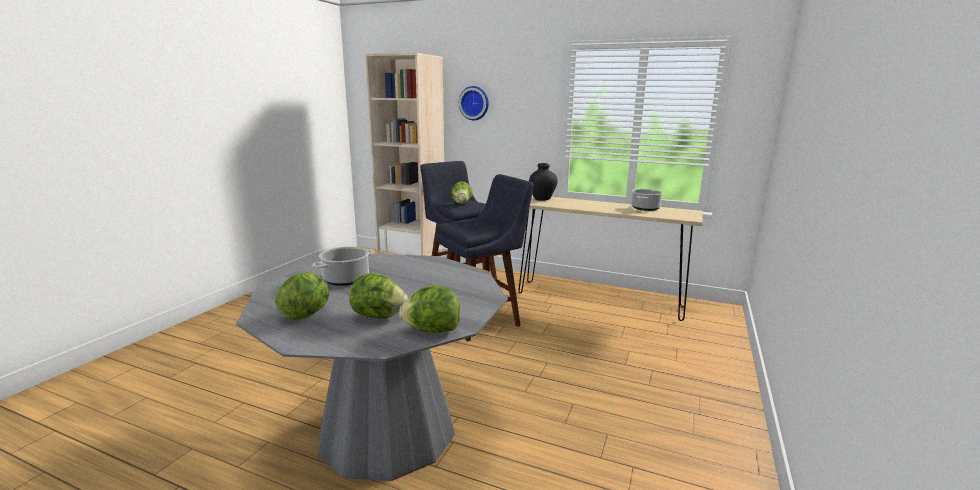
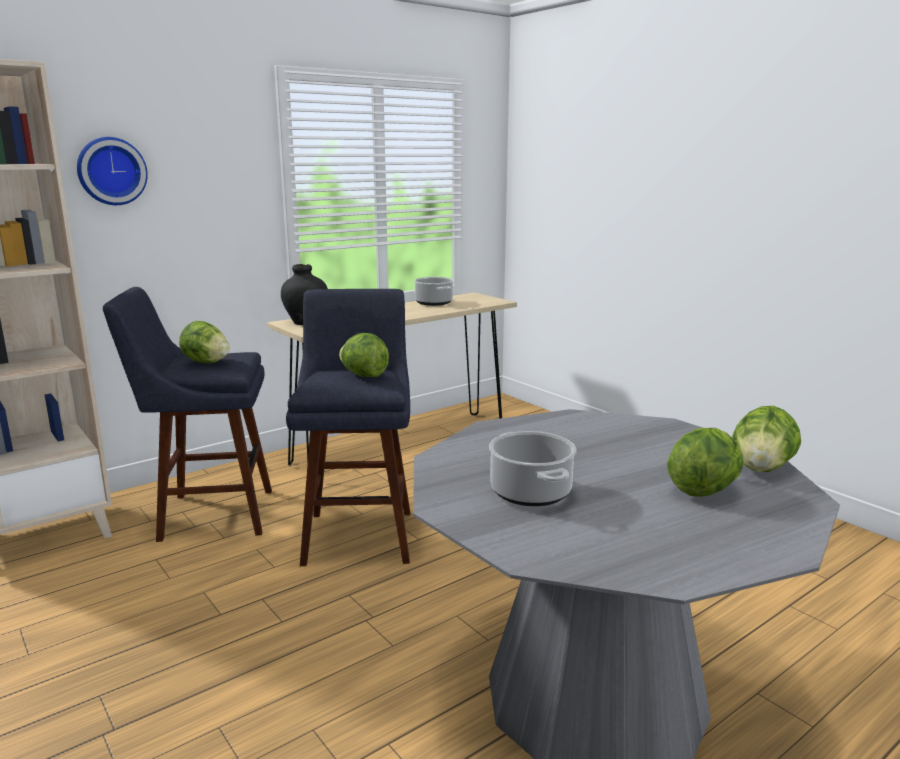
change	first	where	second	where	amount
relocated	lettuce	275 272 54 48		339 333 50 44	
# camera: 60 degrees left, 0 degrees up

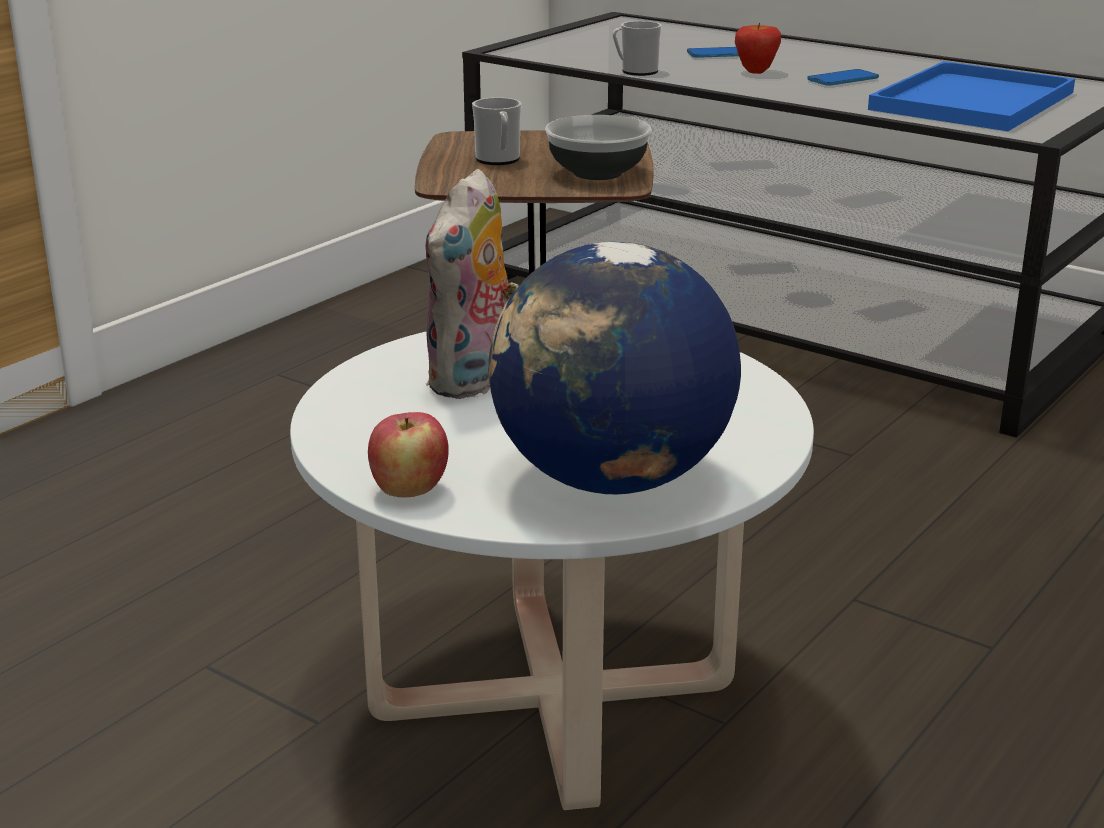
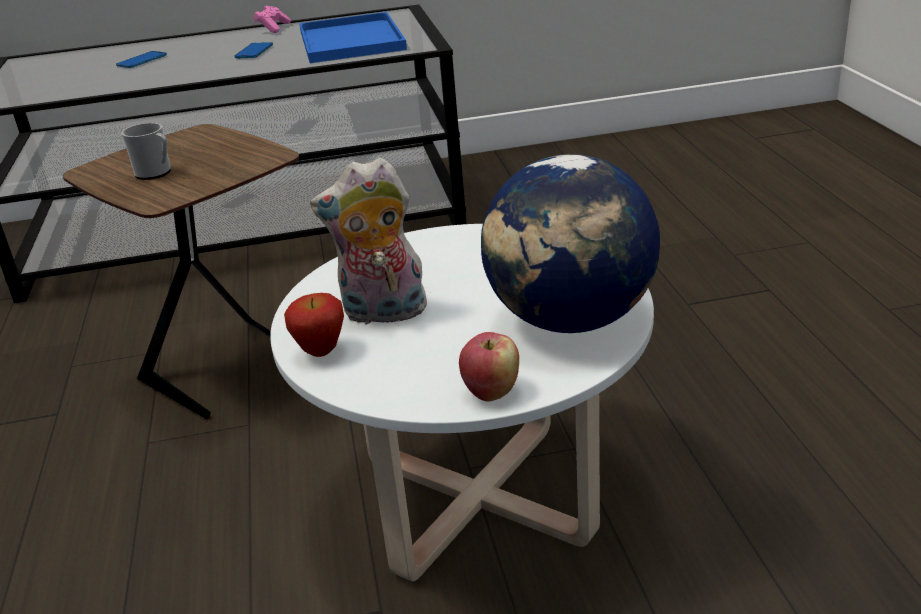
change	first	where	second	where	amount
spun	plush toy	425 169 94 230		310 157 118 169	105 degrees clockwise
missing	bowl	545 115 107 65			
missing	mug	612 21 50 55			
relocated	apple	735 22 46 52		284 293 60 64	
appeared			pink game controller	254 6 37 27	
# camera: 45 degrees left, 5 degrees up

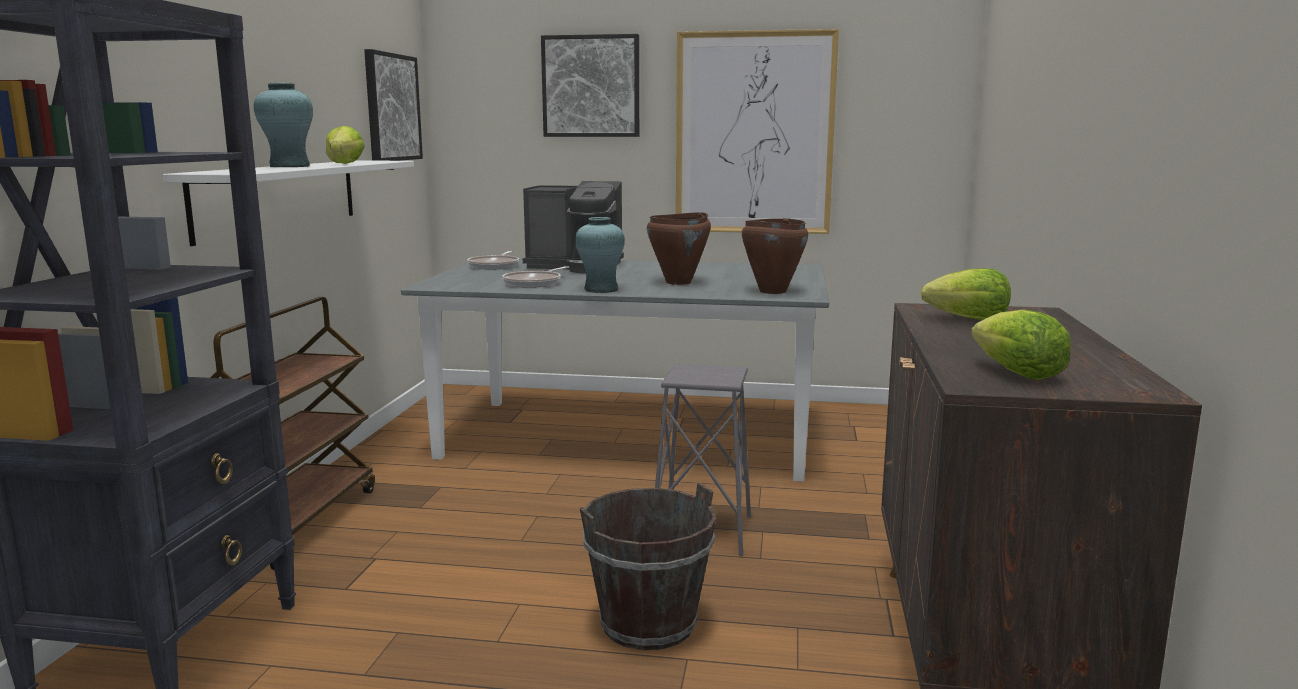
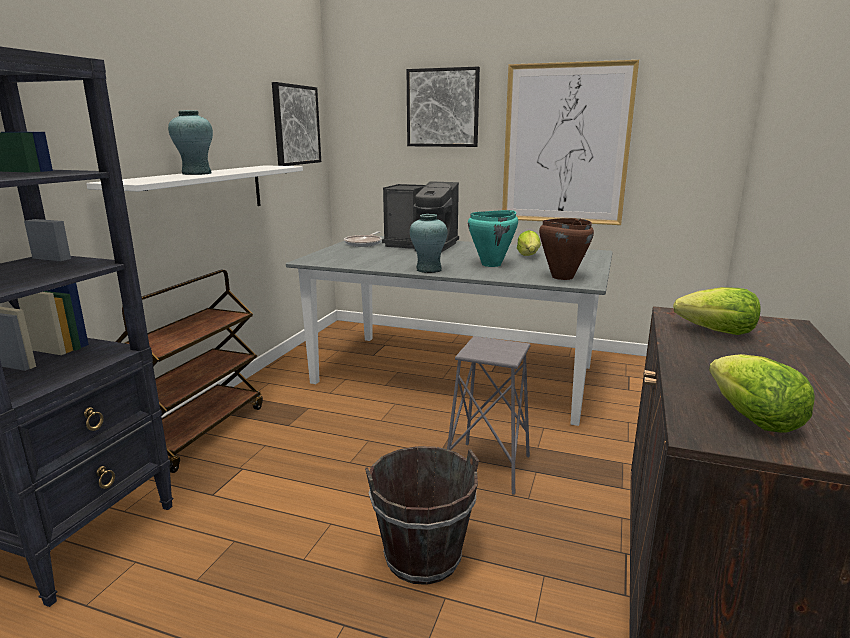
change	first	where	second	where	amount
relocated	lettuce	326 126 39 38		517 230 24 26	
missing	frying pan	502 266 67 22			
colour	brown cooking pot	647 212 64 73	turquoise cooking pot	468 210 50 57	
# camera: 10 degrees right, 5 degrees up

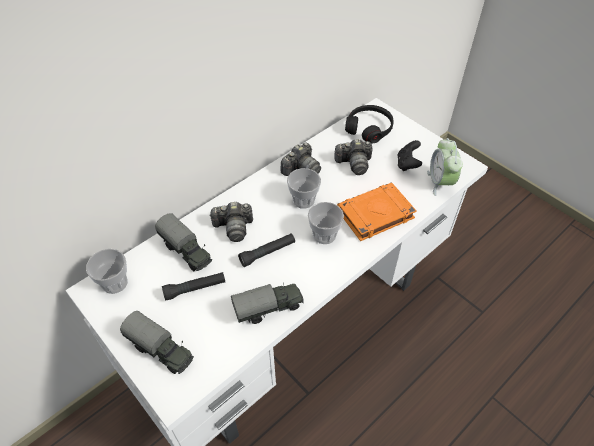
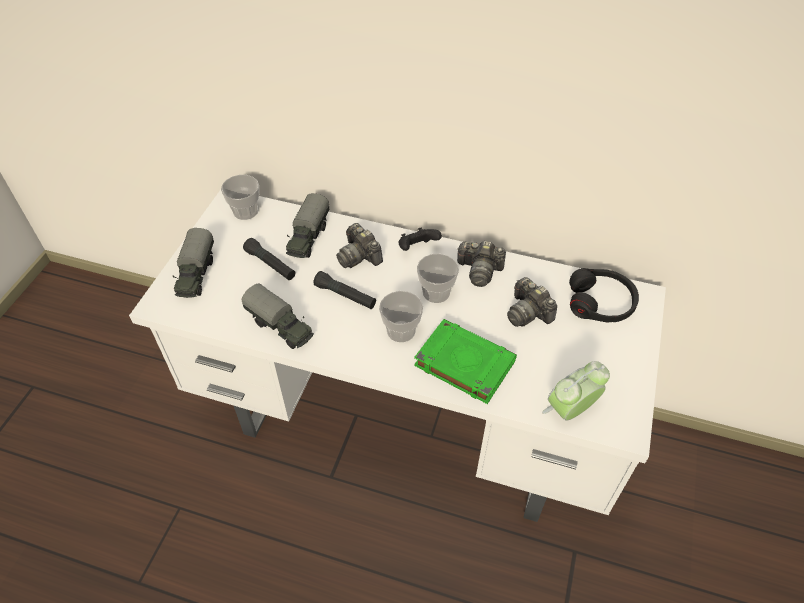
change	first	where	second	where	amount
colour	orange book	337 182 79 59	green book	414 319 103 85	
relocated	black game controller	397 140 25 31		399 227 43 24	
# camera: 60 degrees right, 0 degrees up

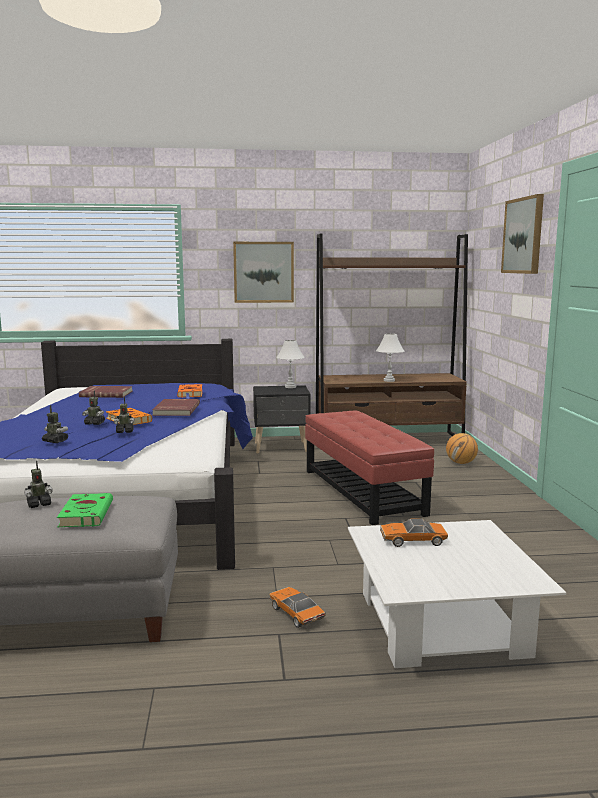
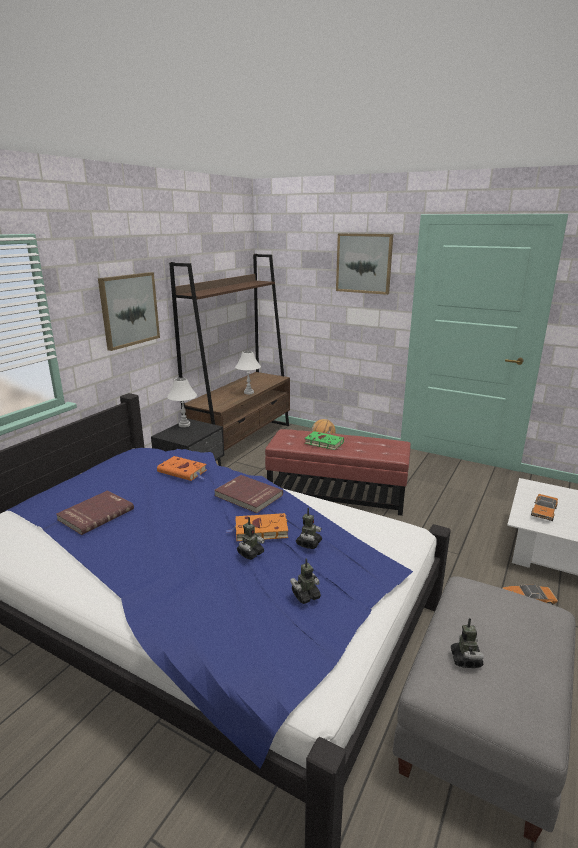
change	first	where	second	where	amount
relocated	green book	57 493 56 34		304 431 40 19	
# camera: 55 degrees left, 10 degrees up

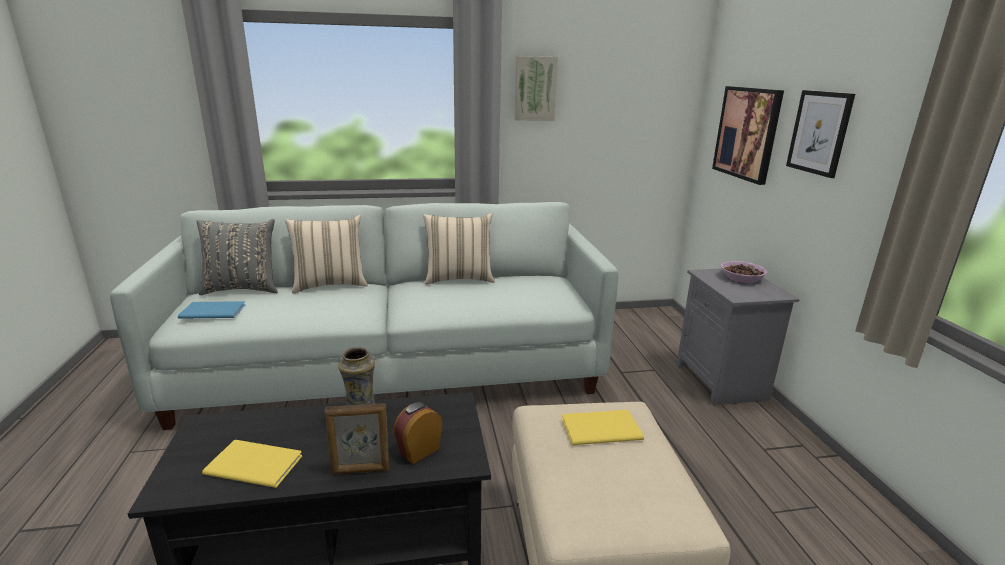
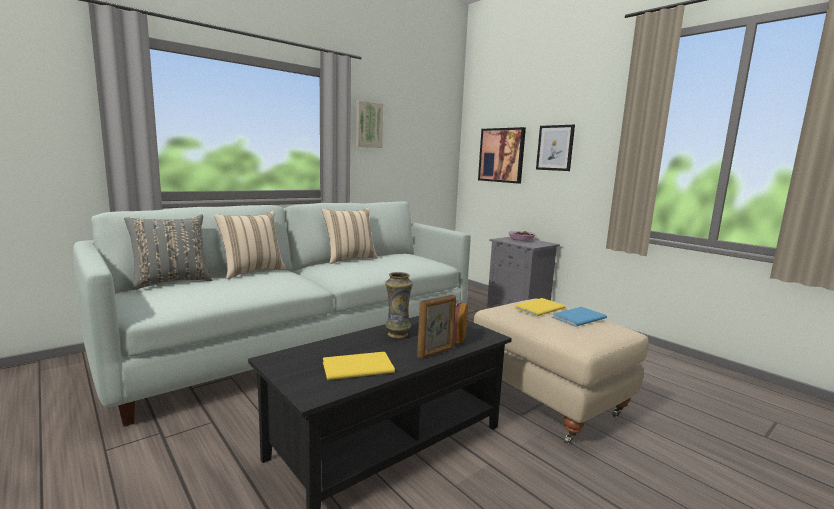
change	first	where	second	where	amount
relocated	blue book	178 301 67 18		552 307 55 20	
# camera: 30 degrees left, 10 degrees down

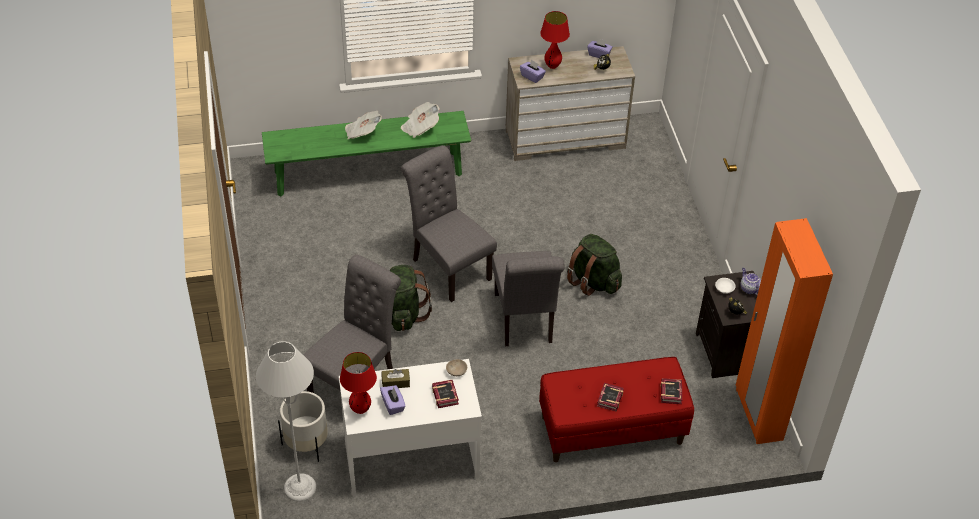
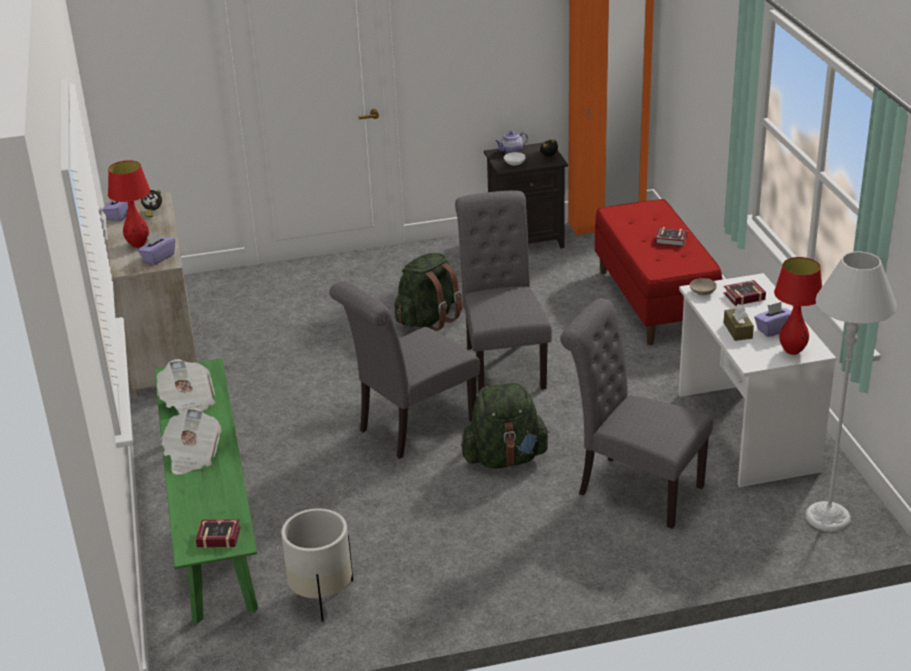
change	first	where	second	where	amount
relocated	white planter	278 391 50 71		281 509 72 113	
spun	grey chair	492 251 73 95		455 191 96 202	90 degrees counterclockwise
relocated	book	660 378 22 26		196 519 44 29	
# camera: 90 degrees left, 15 degrees down

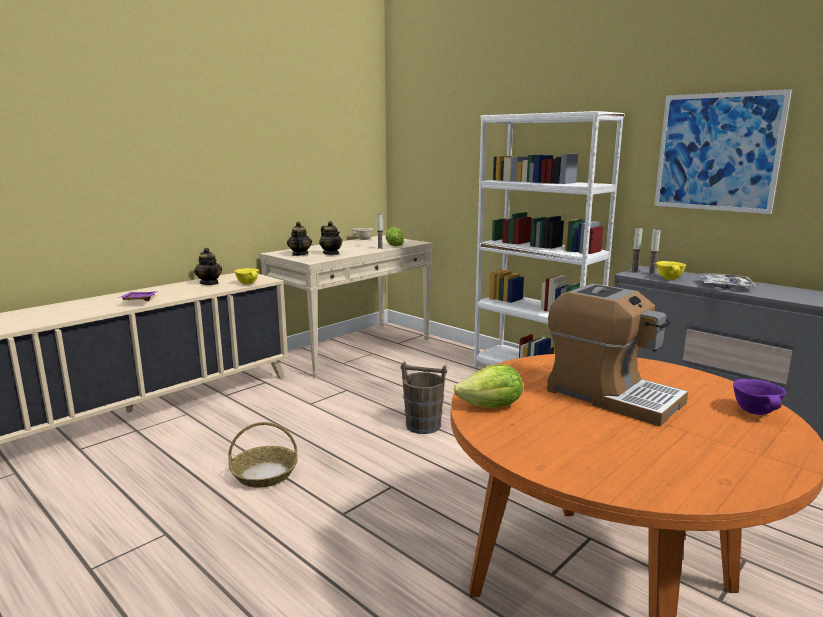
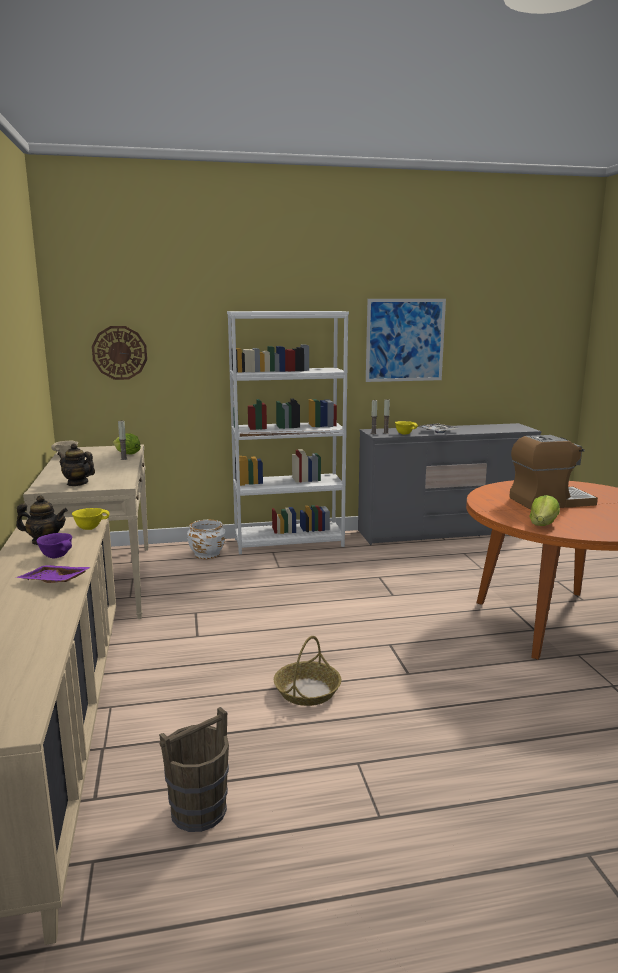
change	first	where	second	where	amount
missing	teapot	319 221 23 34			
relocated	brown bucket	401 362 46 72		159 707 70 125	
relocated	purple bowl	733 379 53 36		37 533 35 26	
appeared			wall clock	92 326 55 54	
appeared			white planter	187 520 39 39	
# camera: 55 degrees left, 0 degrees up

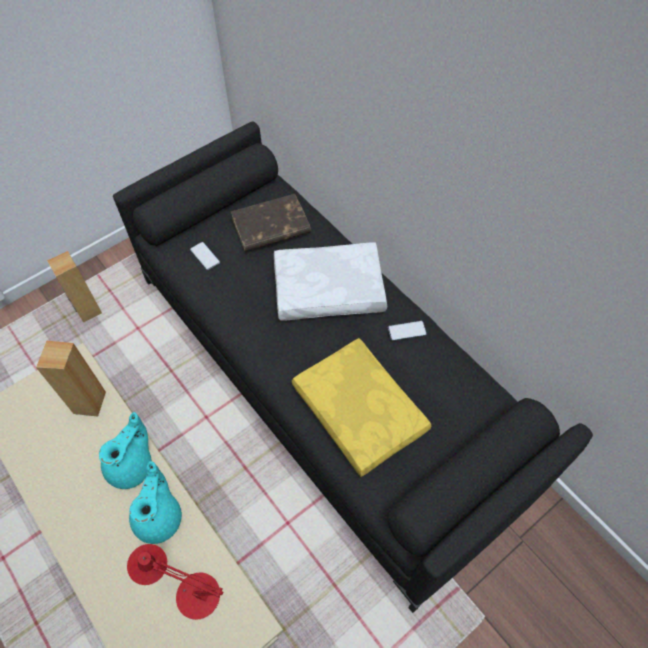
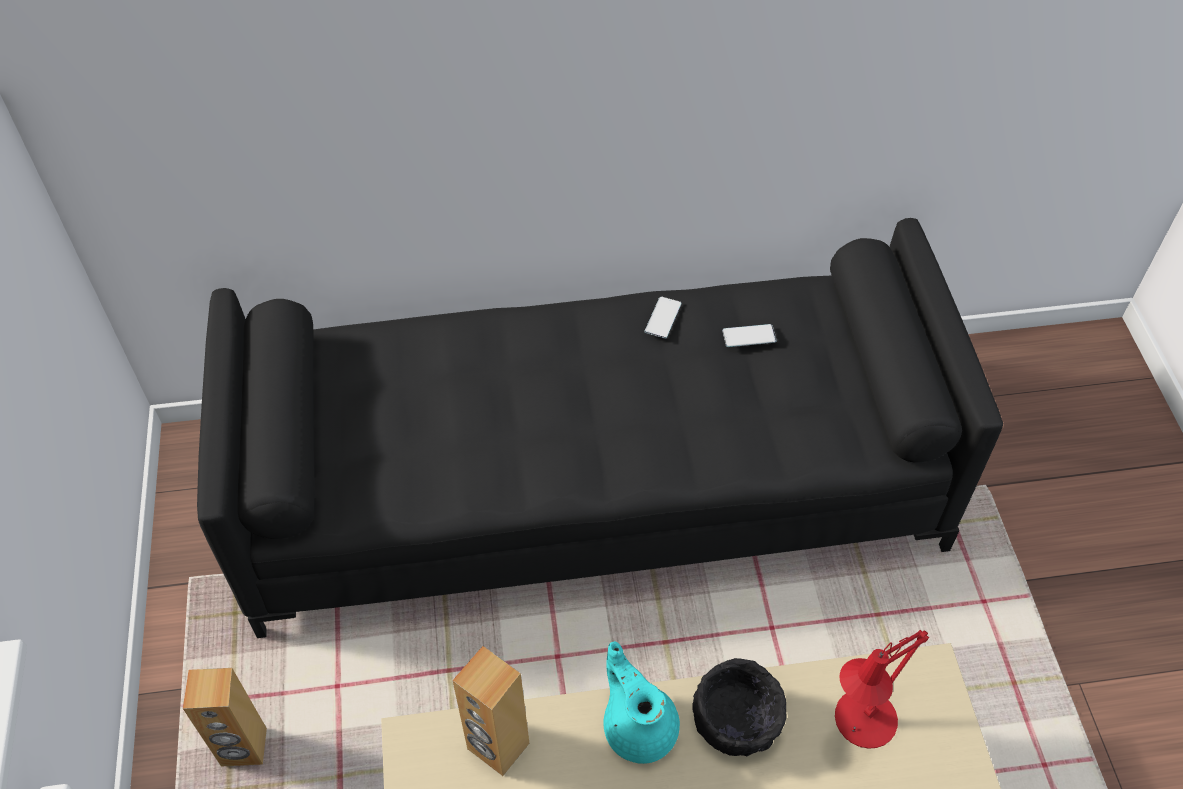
change	first	where	second	where	amount
exchanged	turquoise teapot	129 461 53 83	black bowl	692 658 95 98	
relocated	phone	190 242 30 28		722 324 55 23	
missing	brown book	231 194 80 57			
missing	white pillow	274 242 113 79			
missing	yellow pillow	292 338 140 139			
# camera: 60 degrees left, 5 degrees down

